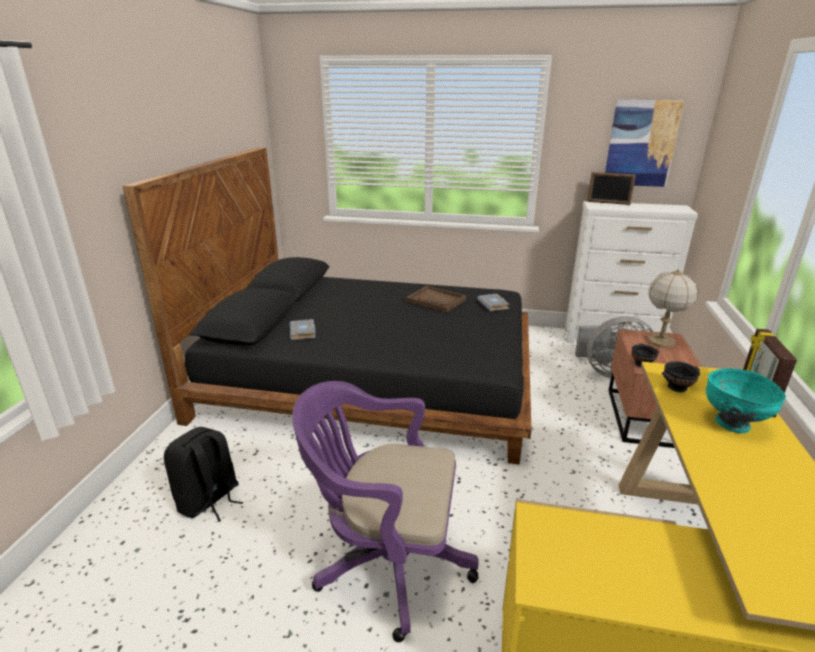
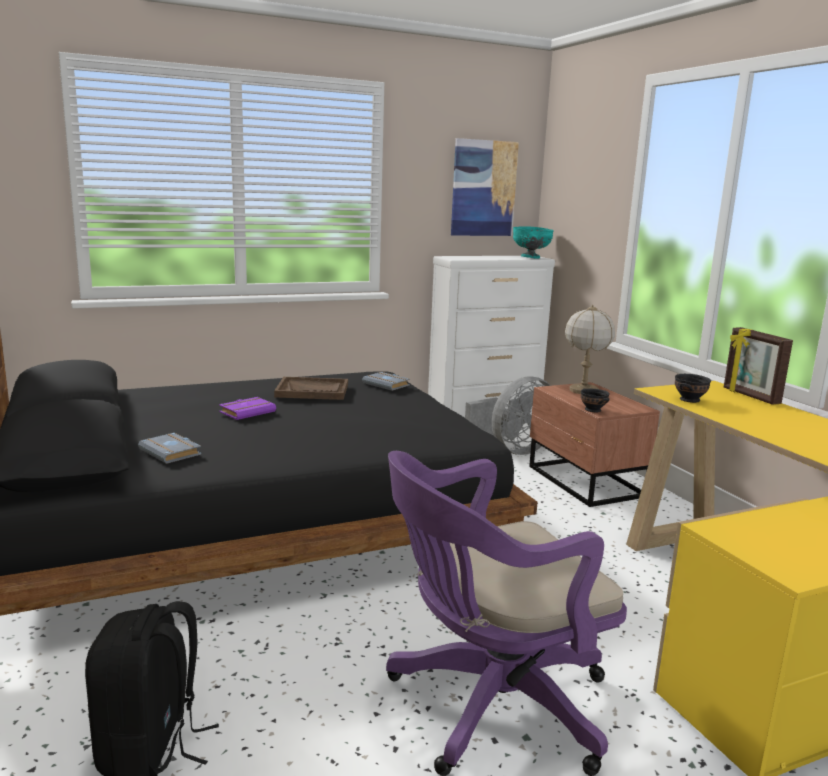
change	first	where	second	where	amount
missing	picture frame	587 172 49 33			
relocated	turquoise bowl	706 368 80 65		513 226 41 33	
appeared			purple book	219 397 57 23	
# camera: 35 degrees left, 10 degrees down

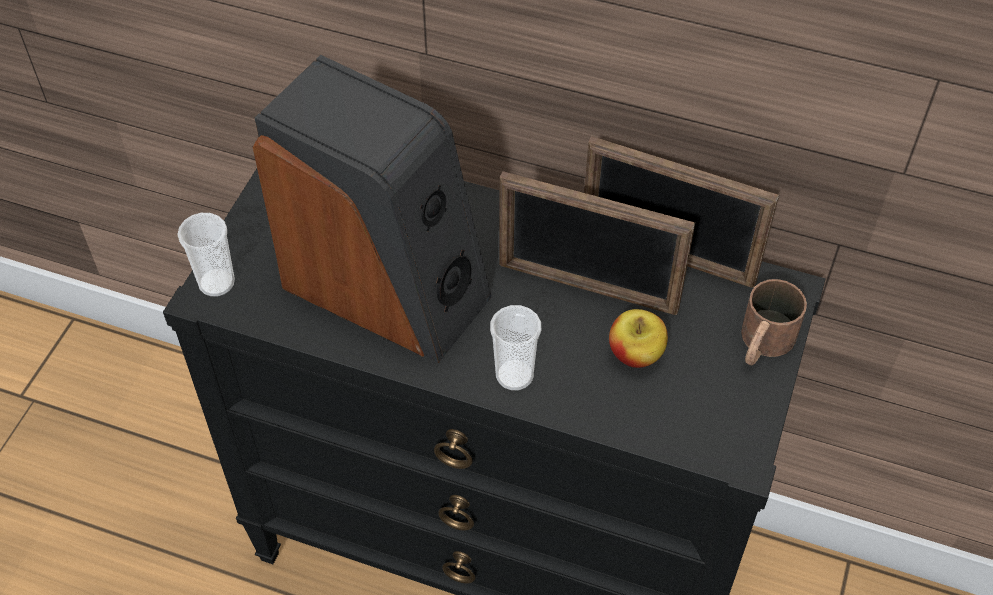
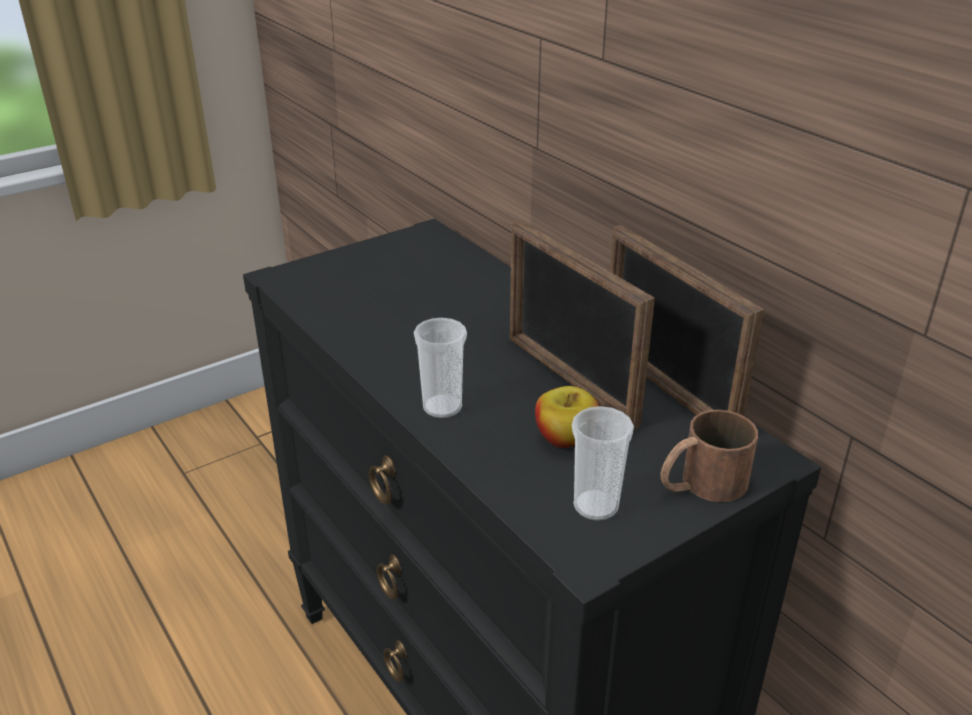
change	first	where	second	where	amount
relocated	cup	177 213 58 84		572 406 62 115	
missing	speaker	253 55 238 308			
# camera: 35 degrees right, 20 degrees down

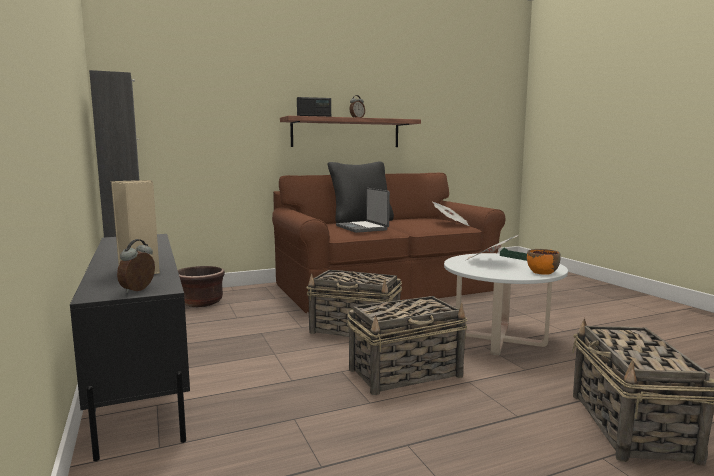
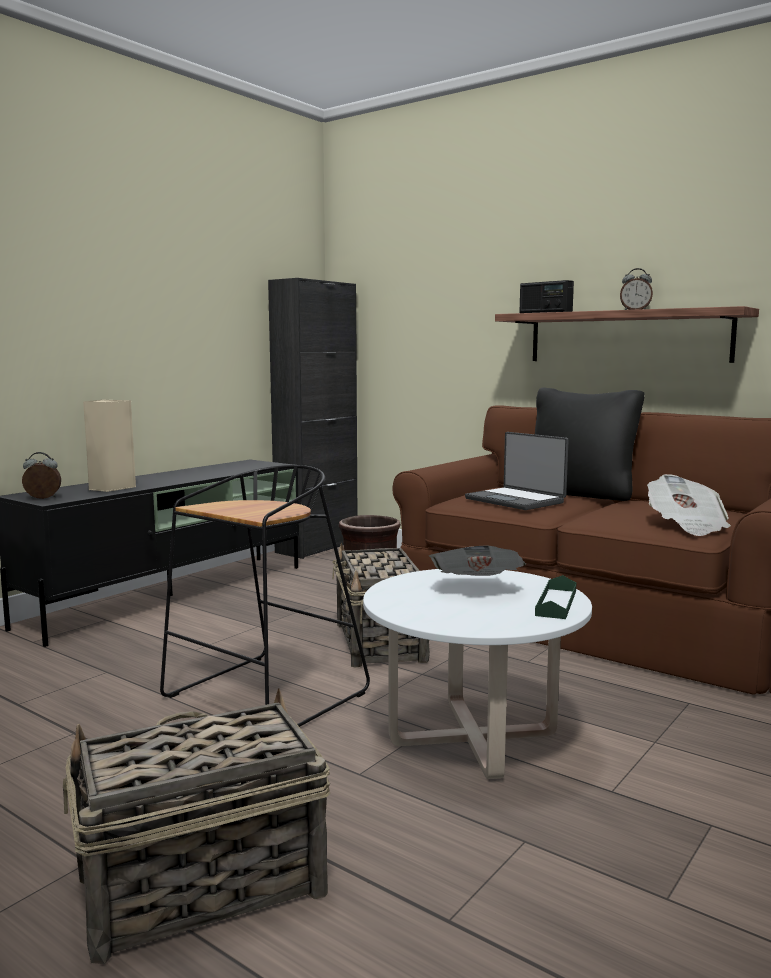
change	first	where	second	where	amount
spun	laptop	336 188 54 45		465 432 103 78	75 degrees counterclockwise
exchanged	basket	347 296 121 99	black stool	160 465 210 262	
missing	orange bowl	527 249 34 26			
# camera: 60 degrees right, 0 degrees up

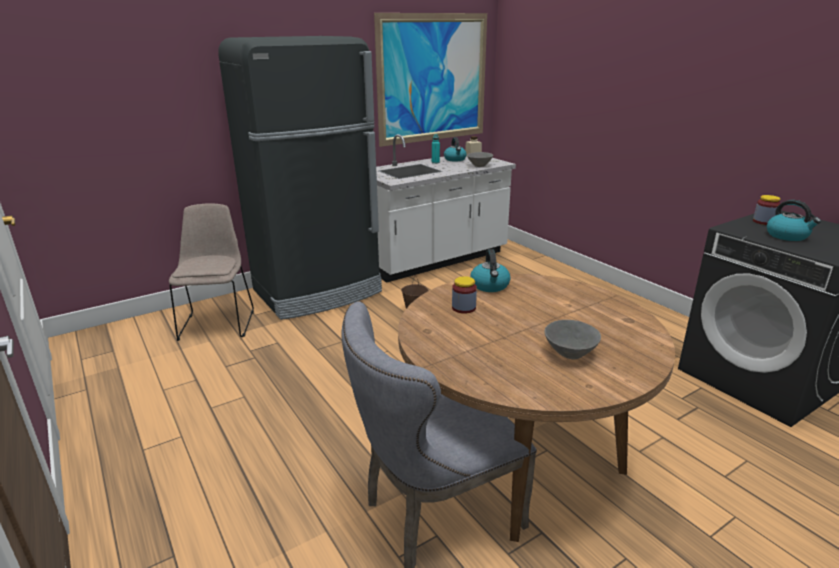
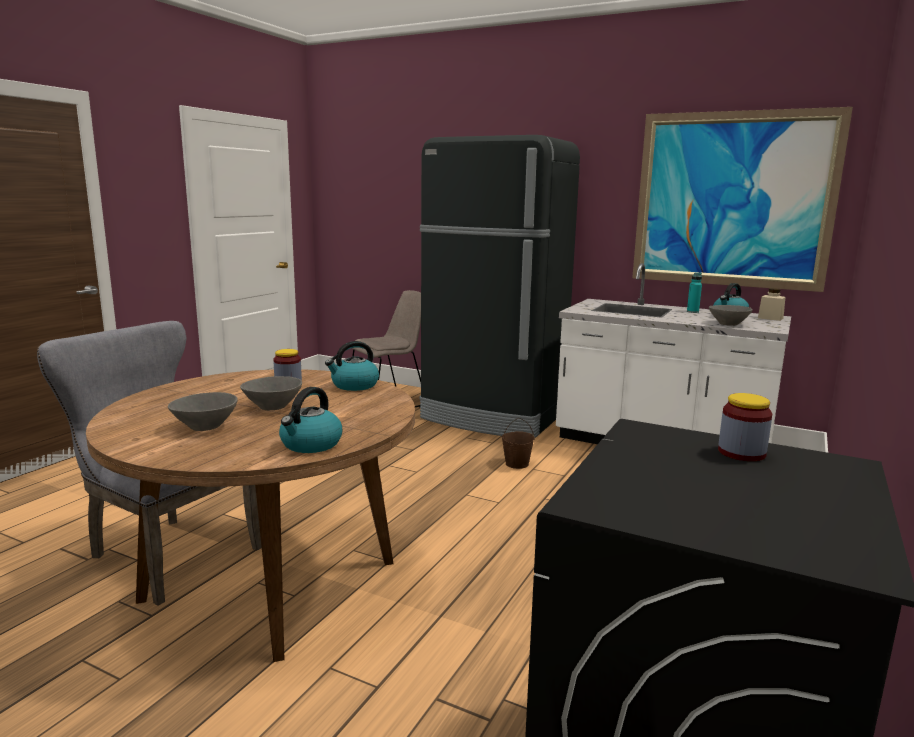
change	first	where	second	where	amount
relocated	kettle	767 200 54 41		279 387 63 66	
appeared			grey bowl	240 376 62 34	
# camera: 60 degrees right, 10 degrees down

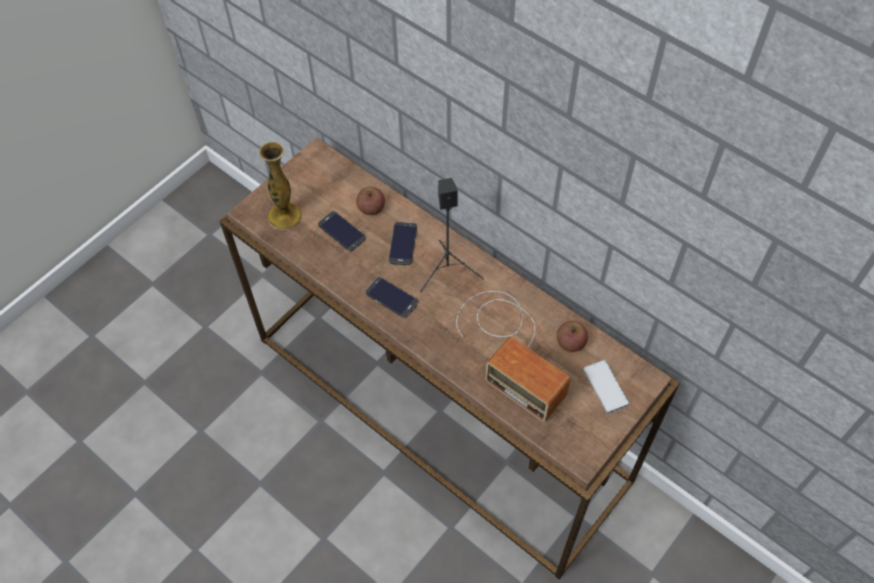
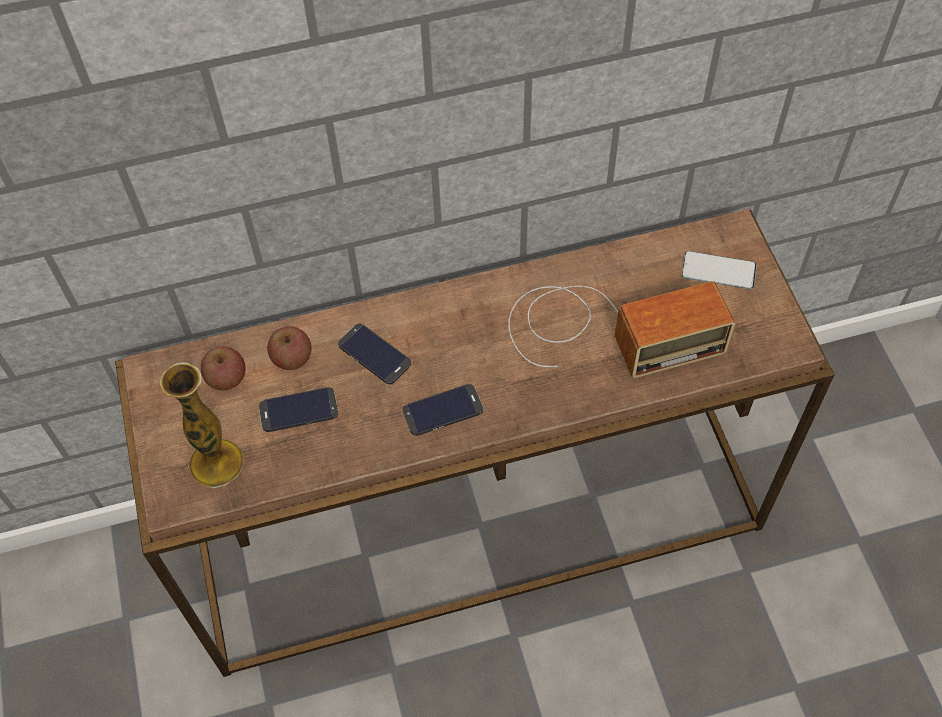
change	first	where	second	where	amount
missing	black speaker	420 178 64 114			
relocated	apple	557 321 31 31		201 346 45 44	
# camera: 55 degrees left, 0 degrees up

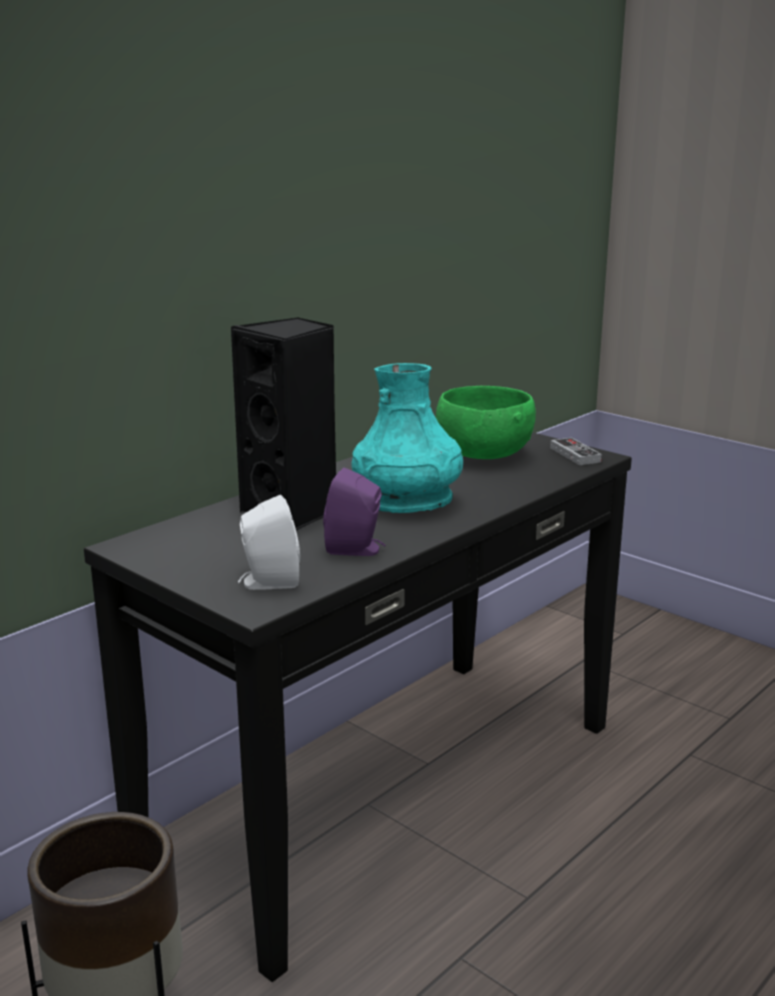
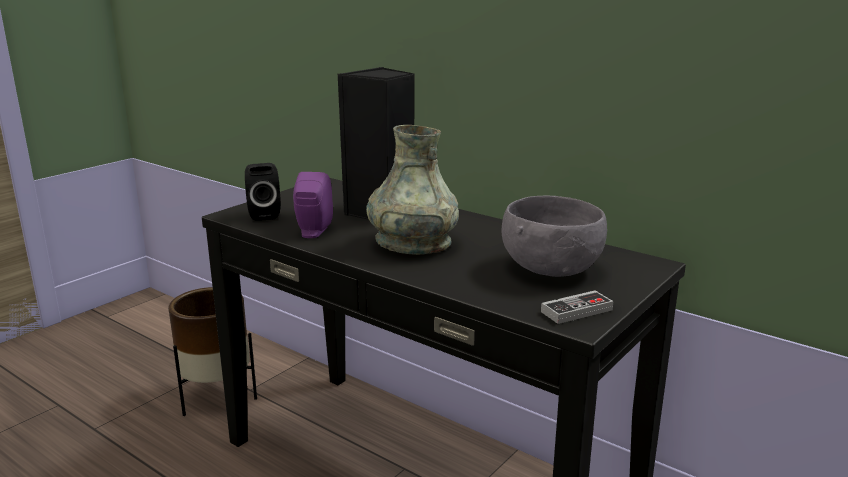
change	first	where	second	where	amount
colour	white speaker	238 495 62 95	black speaker	245 163 36 58	
colour	turquoise vase	351 363 112 150	grey vase	366 125 93 130	
colour	green bowl	436 386 100 73	grey bowl	502 196 105 81	
# camera: 85 degrees right, 0 degrees up

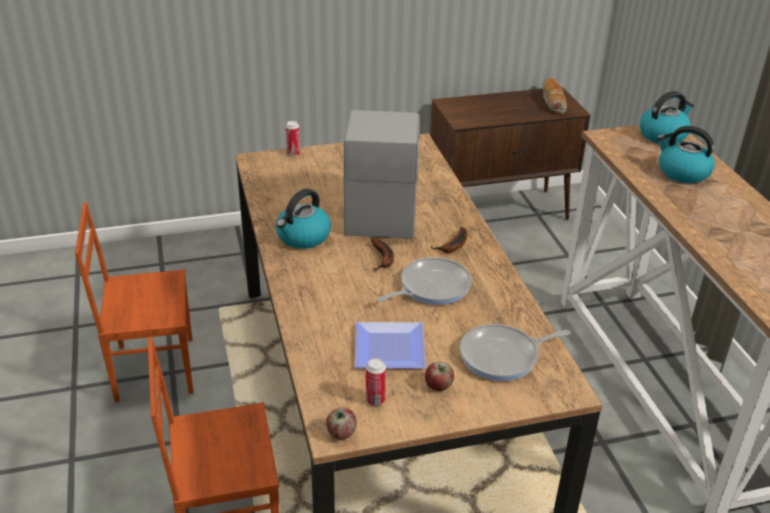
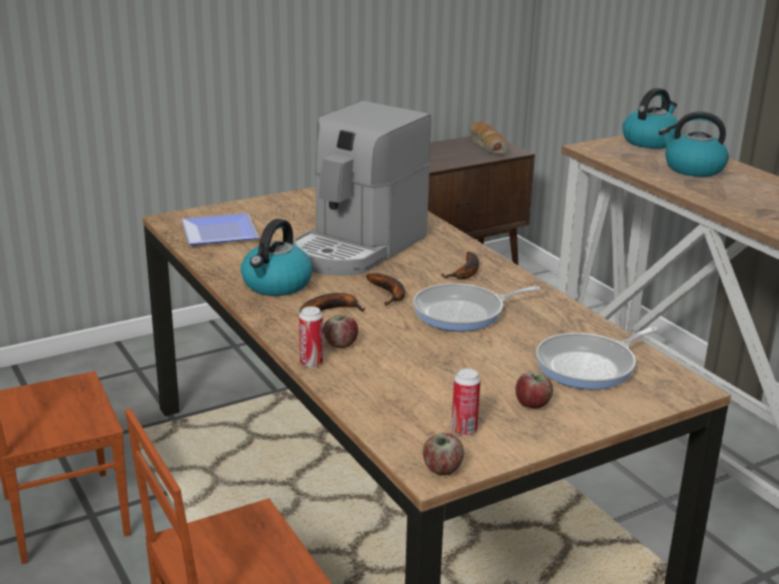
change	first	where	second	where	amount
relocated	can	286 121 14 35		299 306 24 62	
spun	coffee machine	343 110 77 129		293 101 138 175	135 degrees counterclockwise
relocated	plate	355 322 71 47		181 213 78 32	
spun	frying pan	376 257 96 48		413 283 127 48	150 degrees counterclockwise
appeared			banana	300 293 65 20	
appeared			apple	323 315 35 33	
# camera: 15 degrees left, 10 degrees down

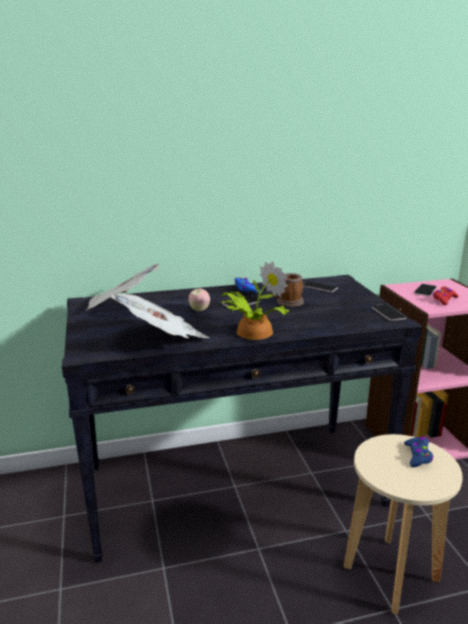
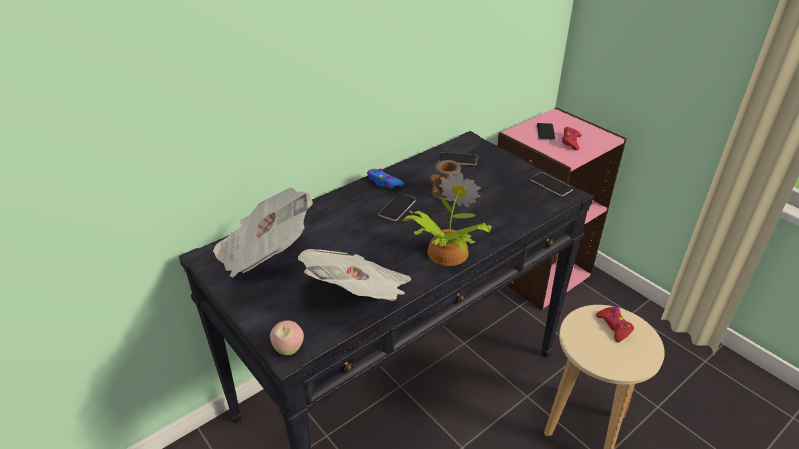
change	first	where	second	where	amount
relocated	apple	189 289 21 23		270 320 34 35	
colour	blue game controller	404 437 29 30	red game controller	596 307 38 35	
# camera: 25 degrees left, 15 degrees up

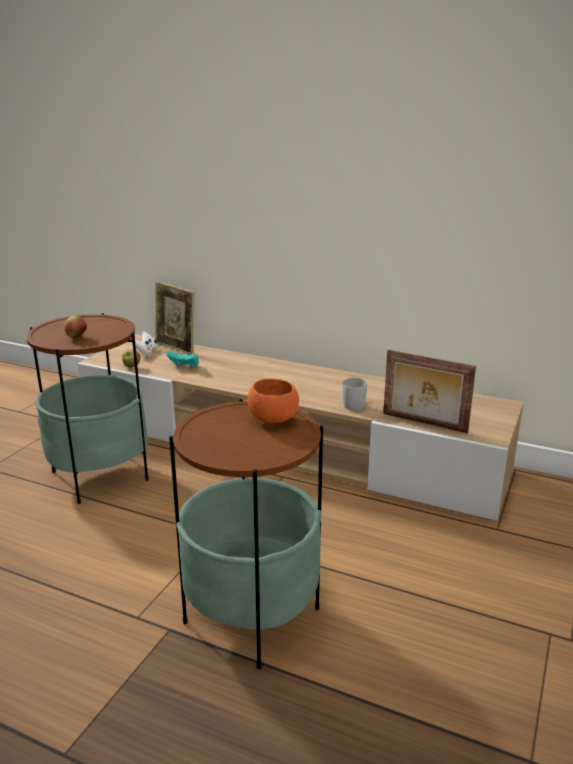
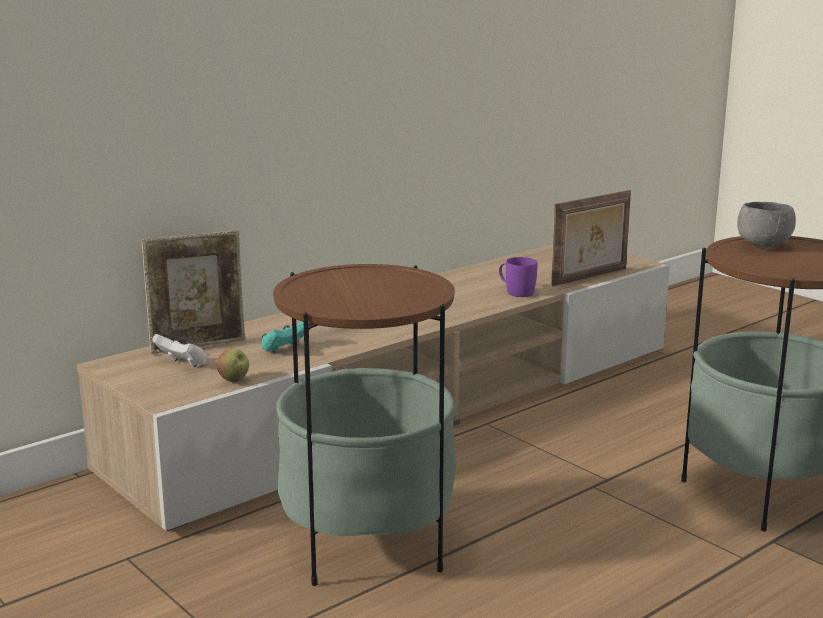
change	first	where	second	where	amount
missing	apple	64 316 23 22			
colour	orange bowl	247 379 52 44	grey bowl	737 202 59 45	
colour	white mug	342 378 25 32	purple mug	499 257 38 40	
# camera: 65 degrees left, 5 degrees down

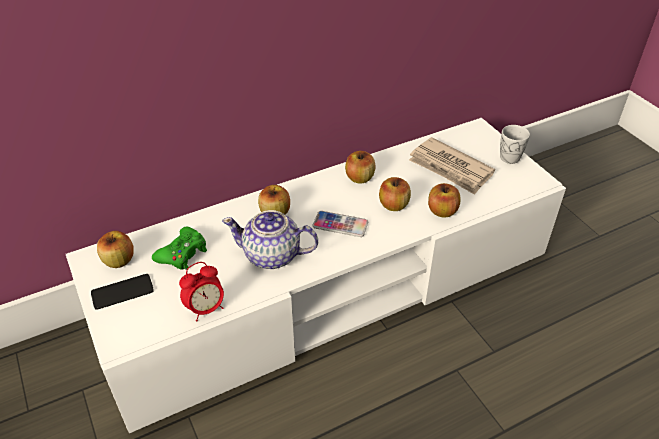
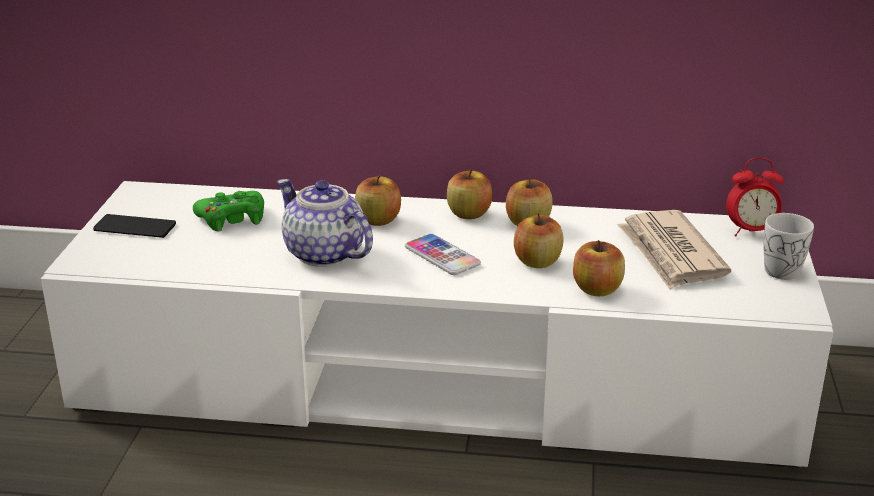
change	first	where	second	where	amount
relocated	apple	97 231 37 37		447 169 45 50	
relocated	alarm clock	179 262 45 59		726 158 58 79	
# camera: 35 degrees right, 15 degrees down

